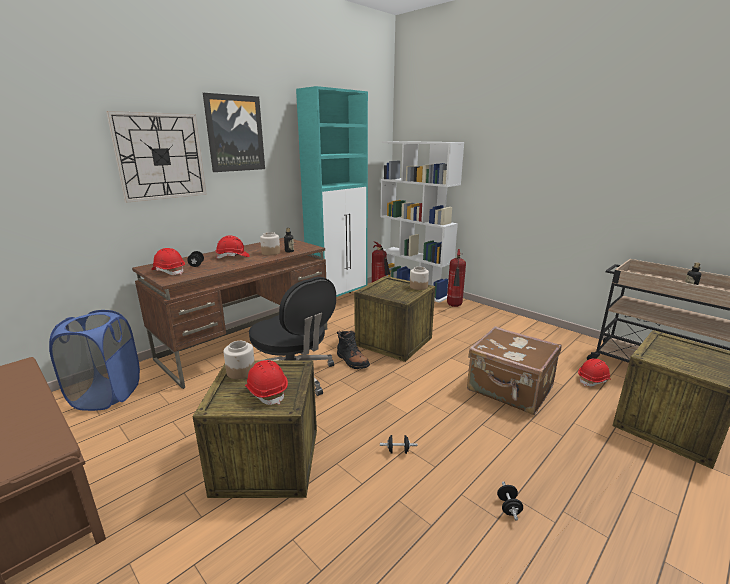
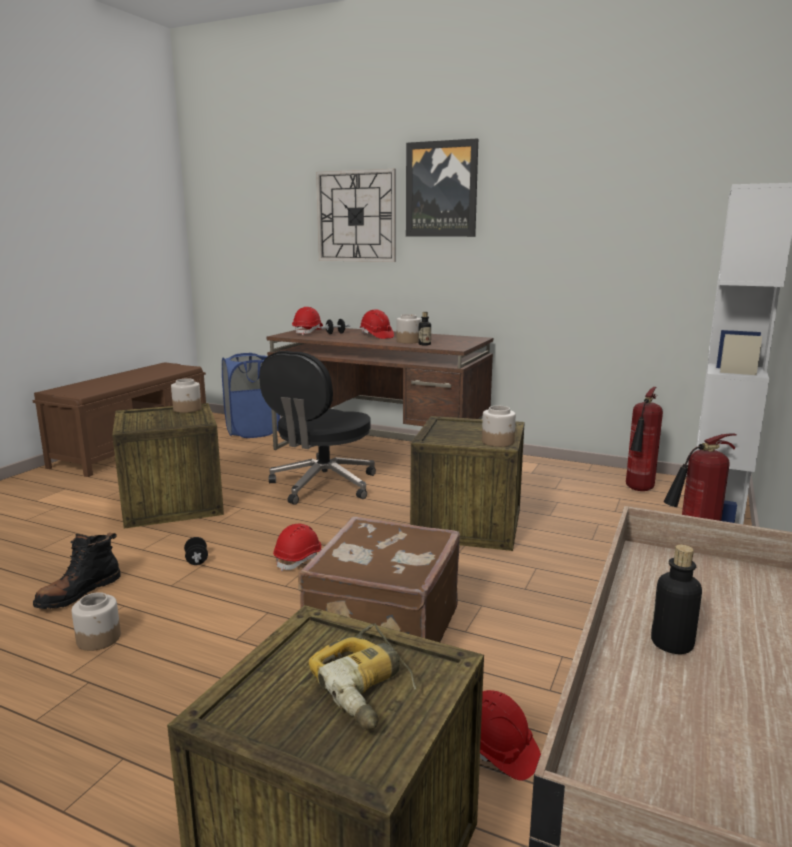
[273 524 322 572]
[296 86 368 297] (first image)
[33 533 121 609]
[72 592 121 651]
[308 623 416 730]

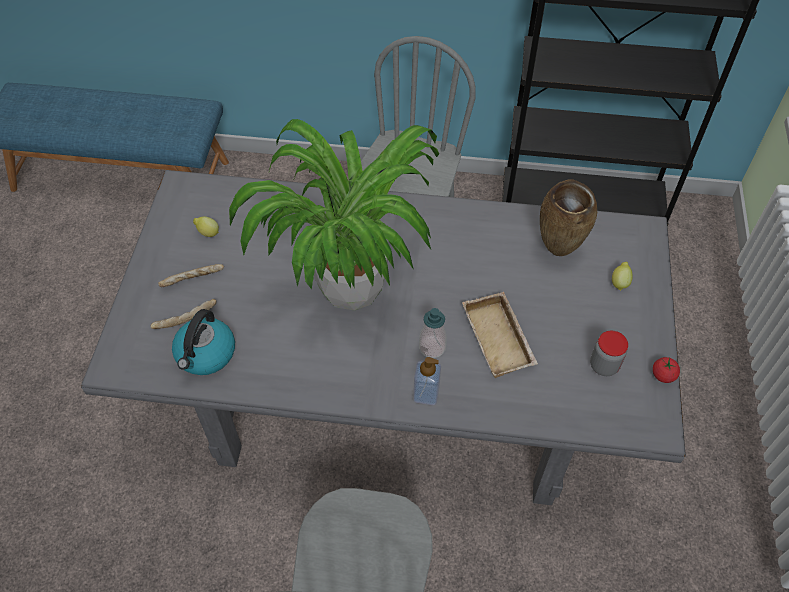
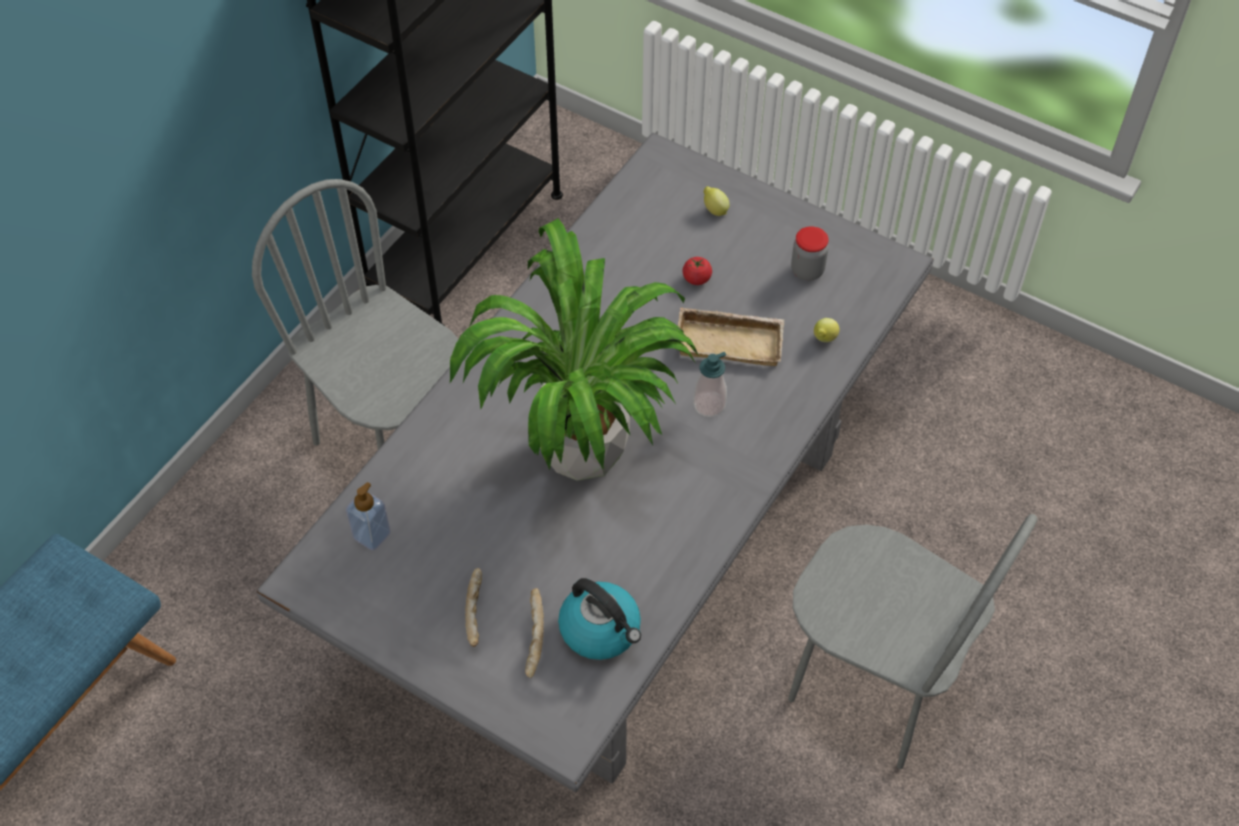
[814 318 840 342]
[346 482 391 551]
[540 179 597 256] (first image)
[683 257 712 285]

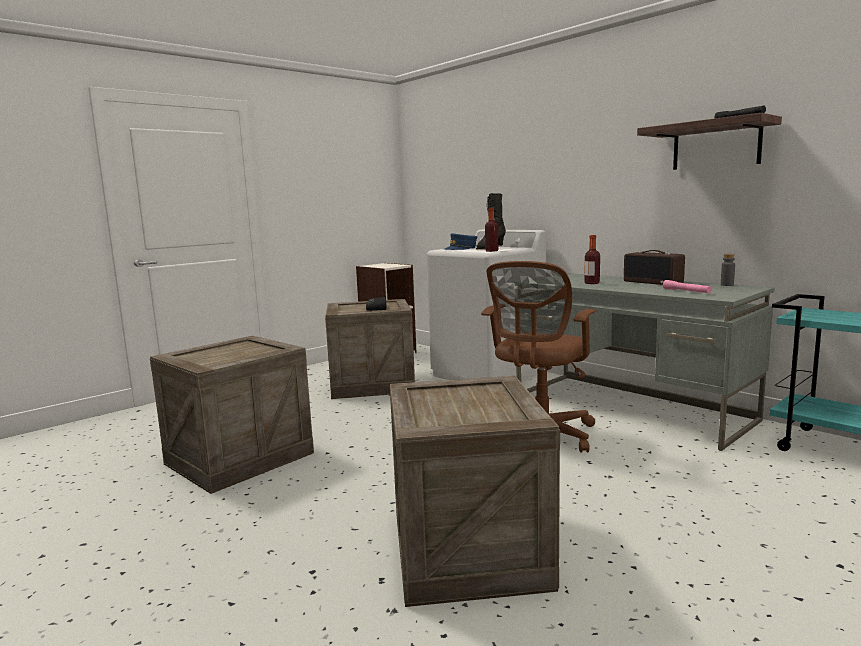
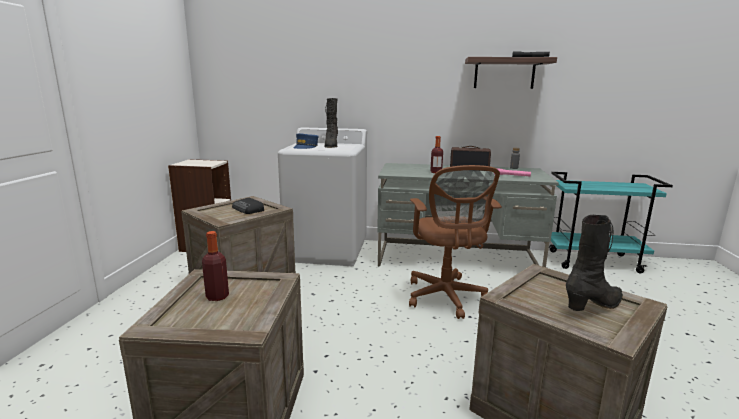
[202 231 229 301]
[566 215 623 311]

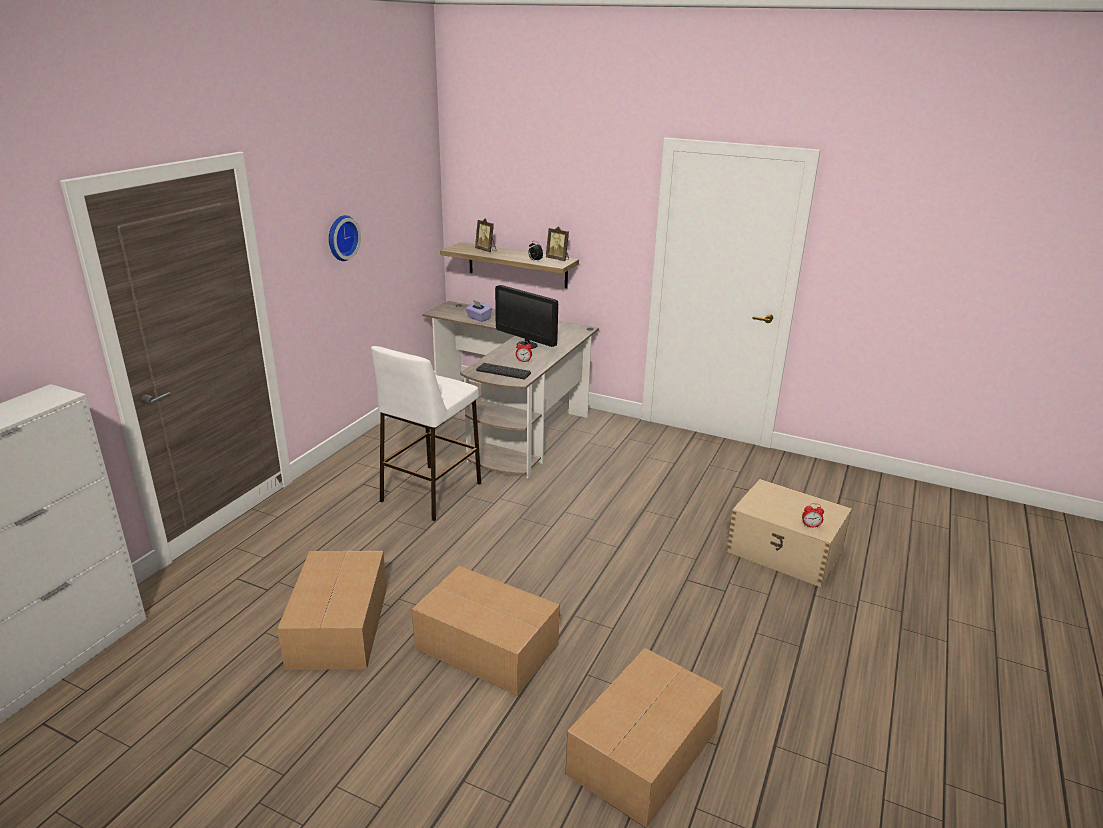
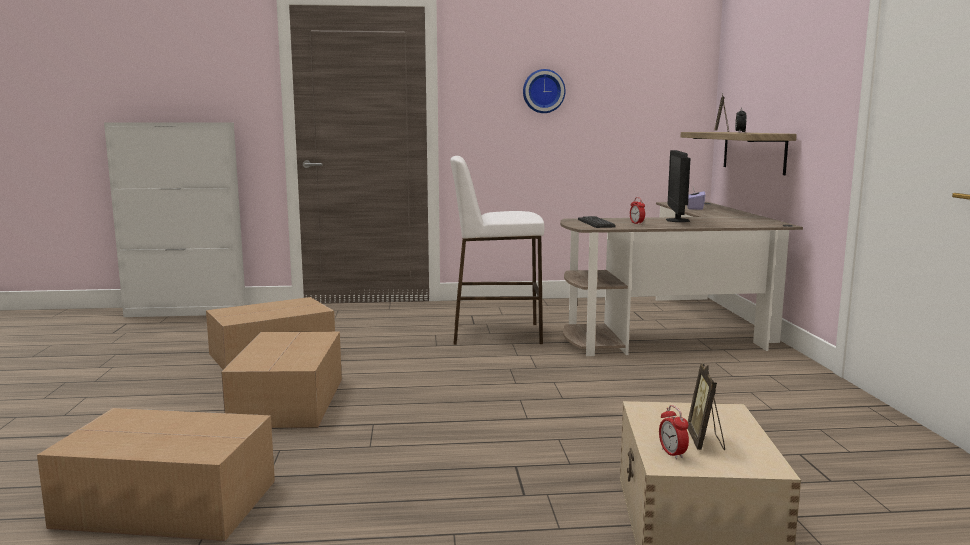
[688 363 725 450]

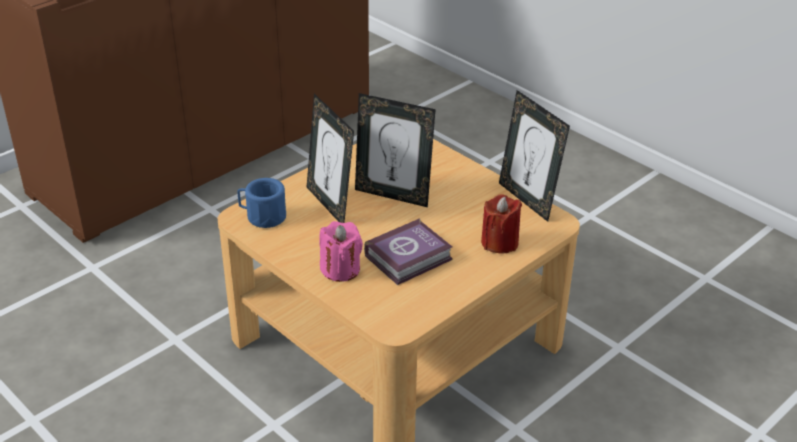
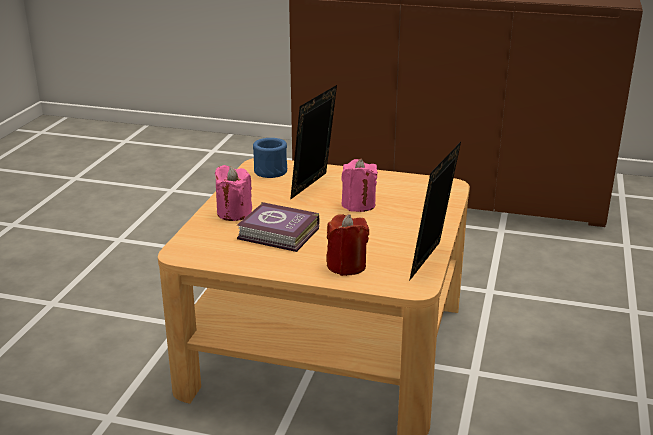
[341 159 378 212]

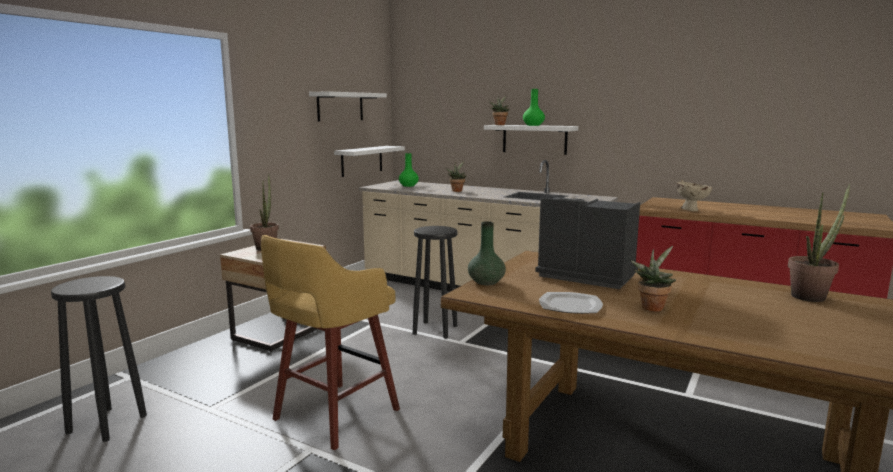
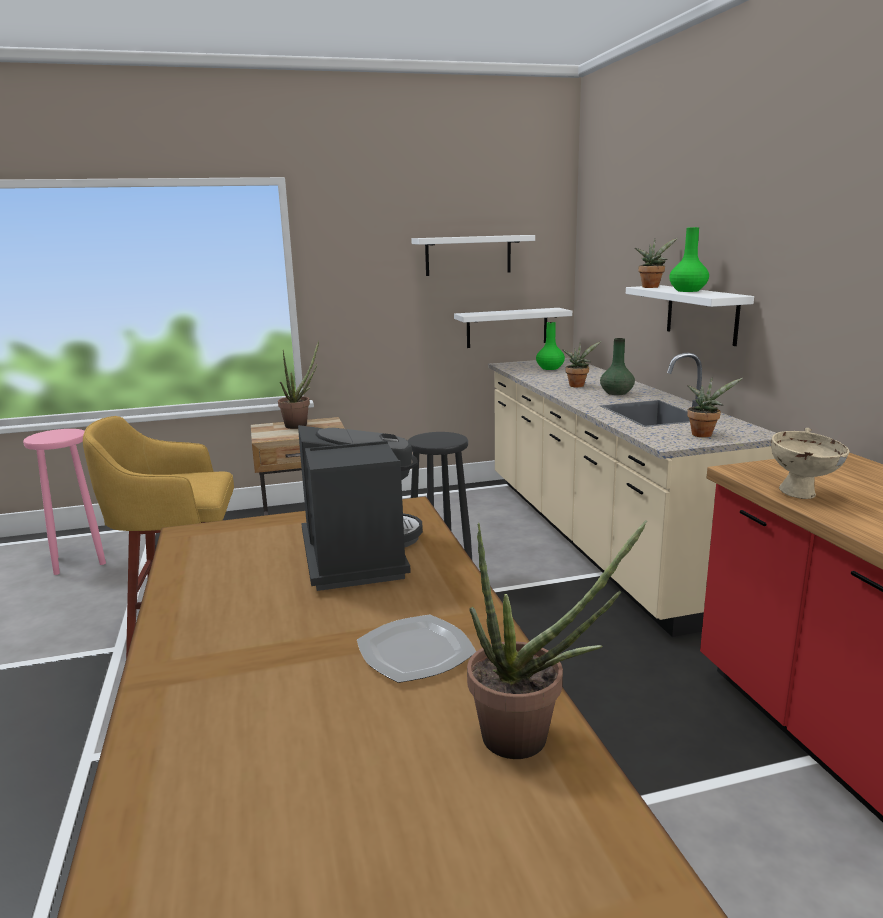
[23 429 106 575]
[600 338 635 395]
[357 615 476 683]
[687 377 743 437]

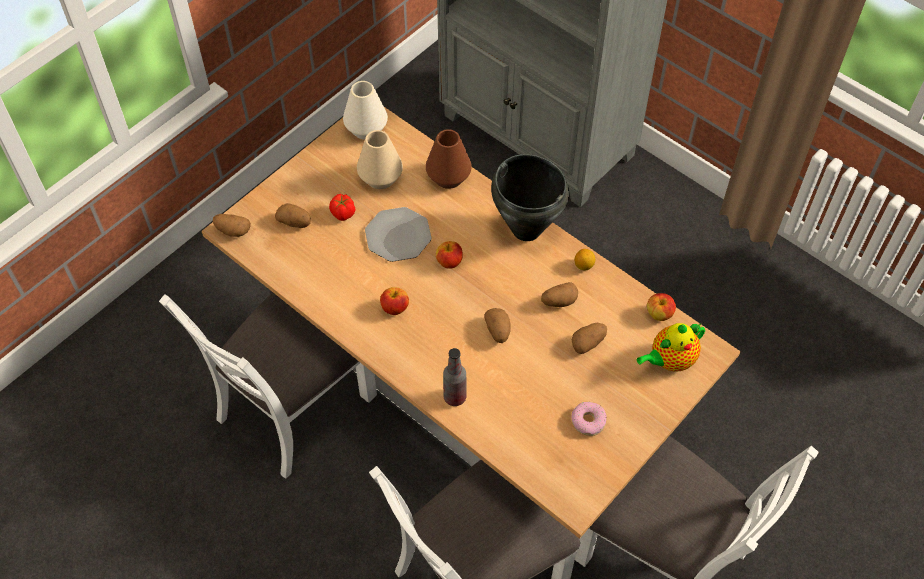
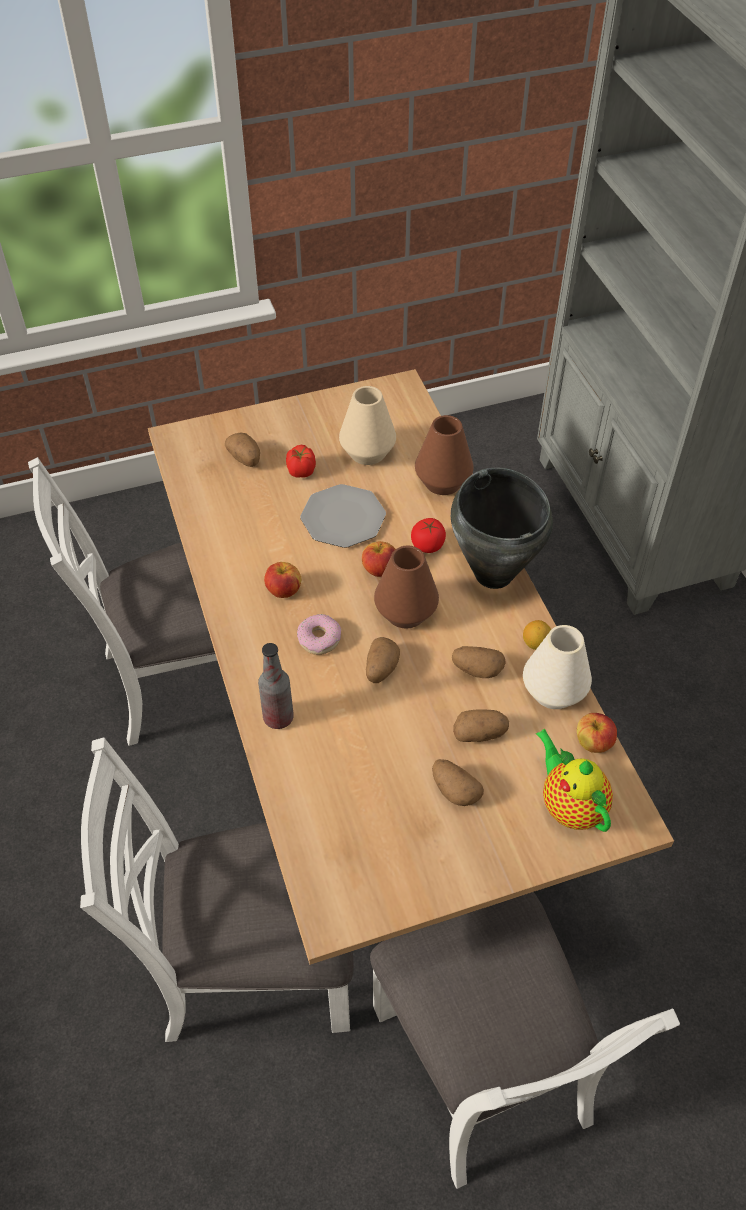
[432 759 484 806]
[523 625 592 709]
[297 614 341 655]
[536 729 613 832]
[374 545 439 628]
[411 518 446 553]

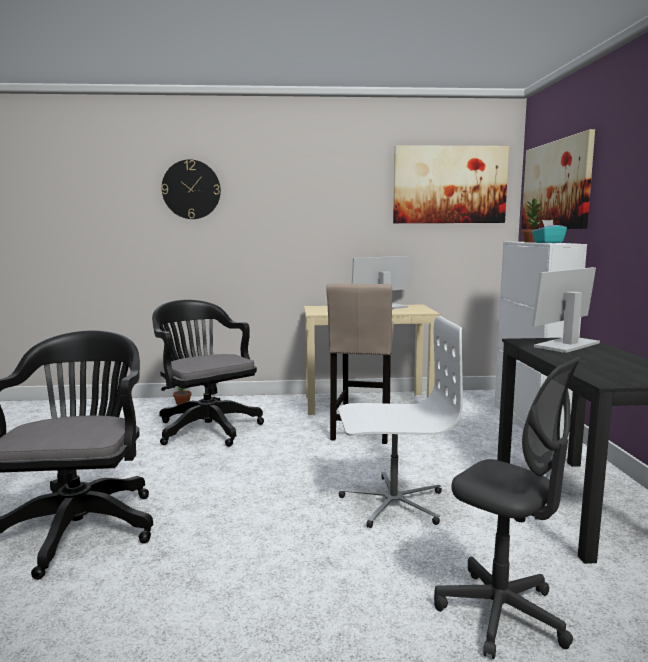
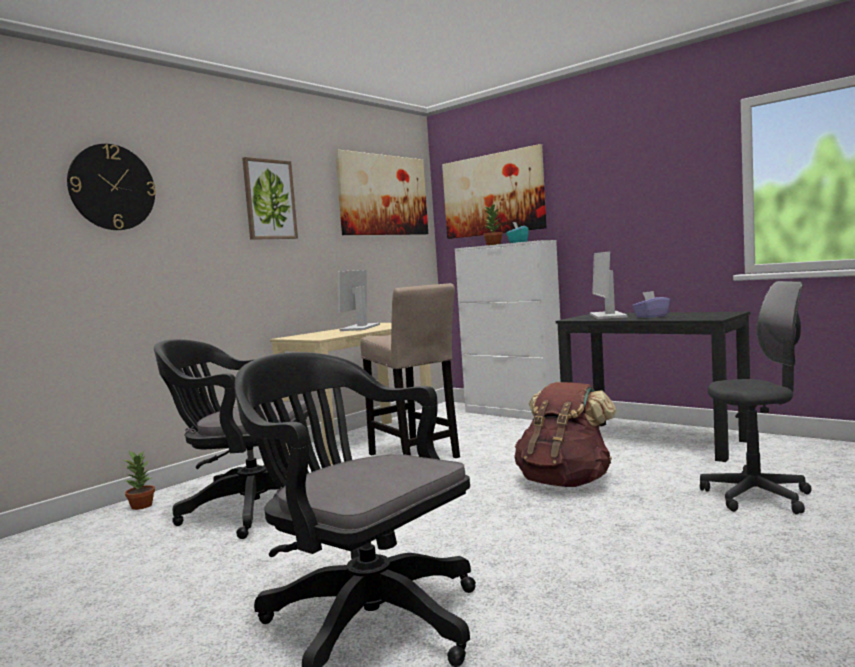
[514 382 616 487]
[242 157 298 240]
[632 291 670 318]

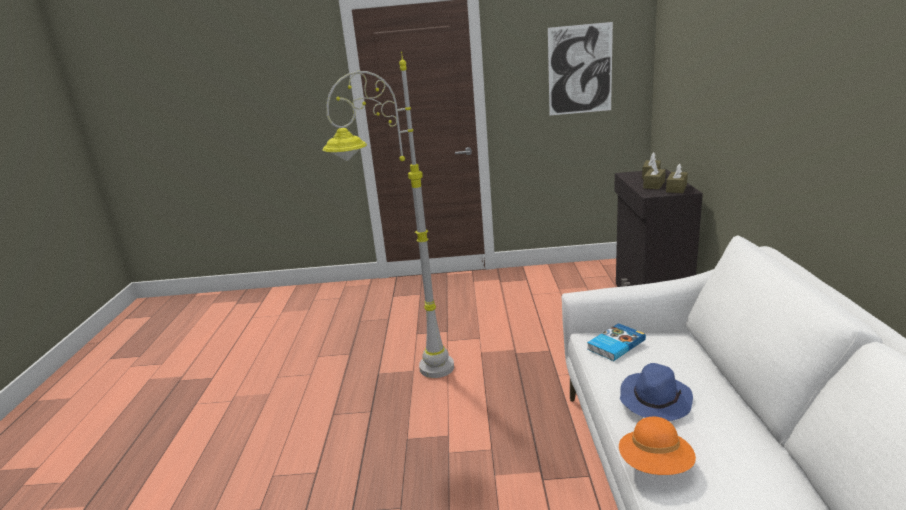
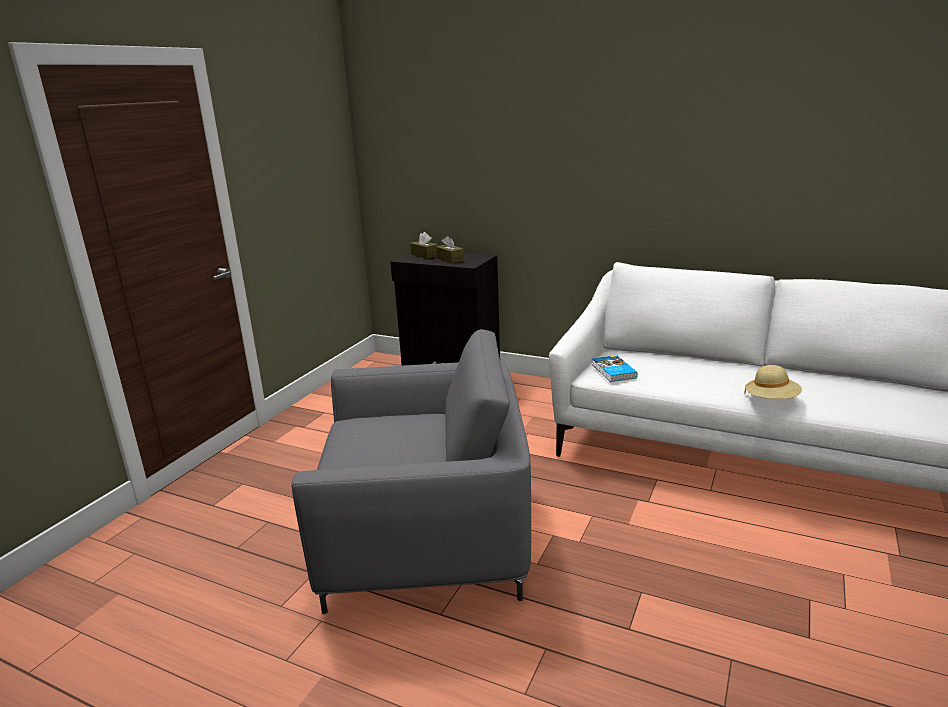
[291 329 531 614]
[548 22 613 115] (first image)
[744 365 802 399]
[620 363 693 421] (first image)
[666 163 688 193] (first image)

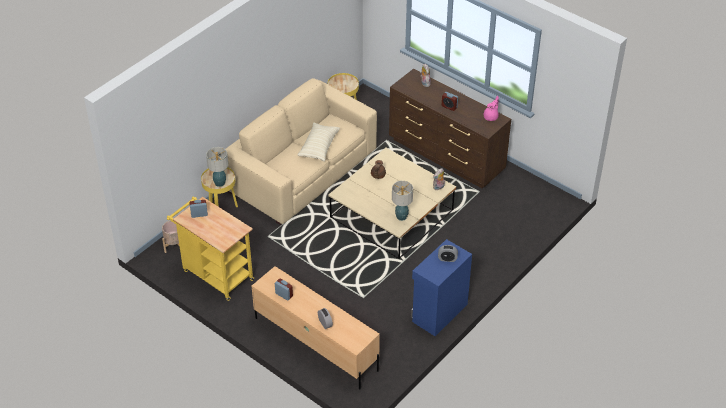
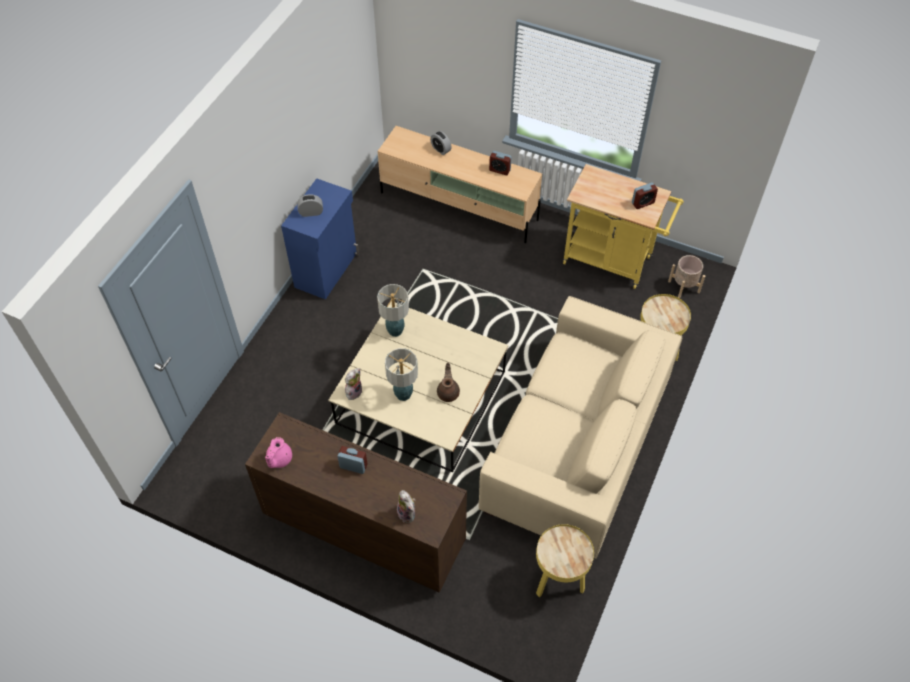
[385 348 418 401]
[297 122 340 162] (first image)

